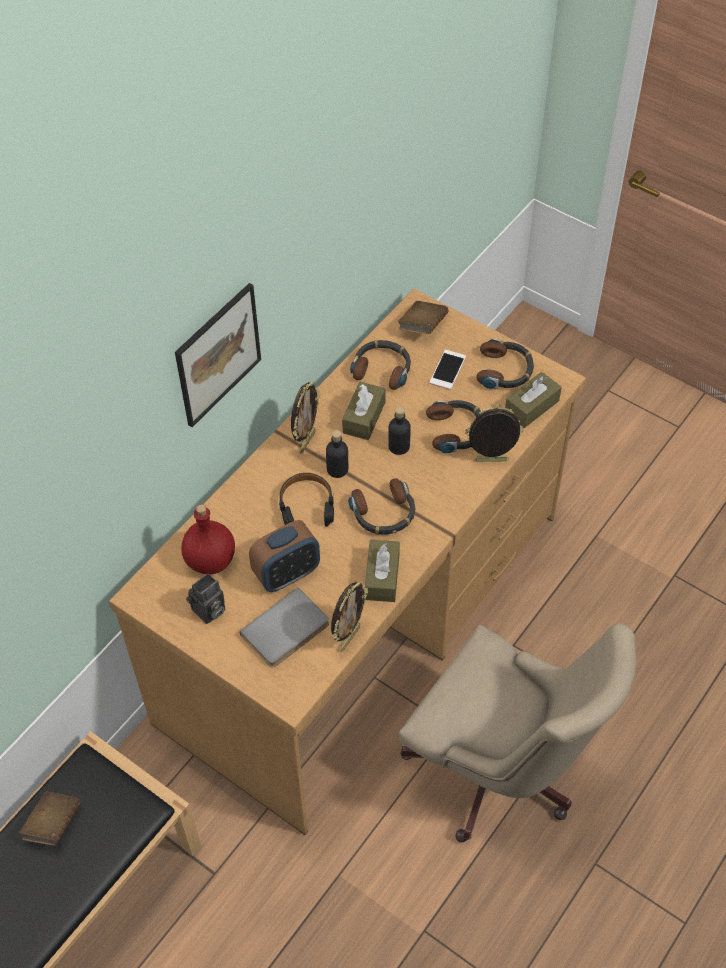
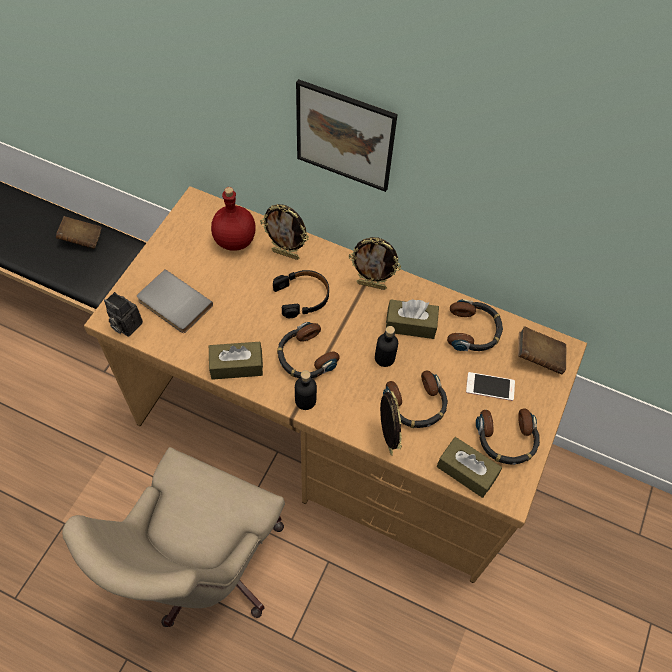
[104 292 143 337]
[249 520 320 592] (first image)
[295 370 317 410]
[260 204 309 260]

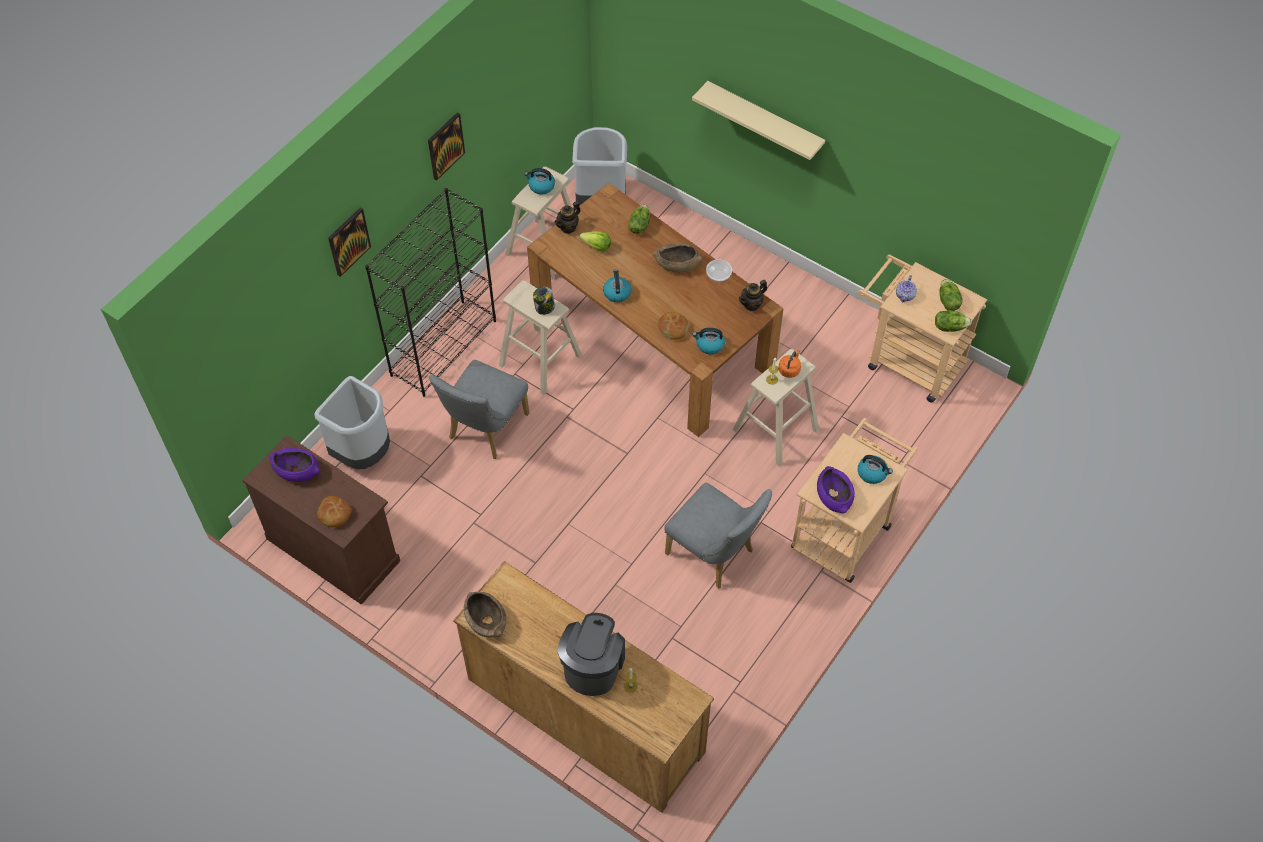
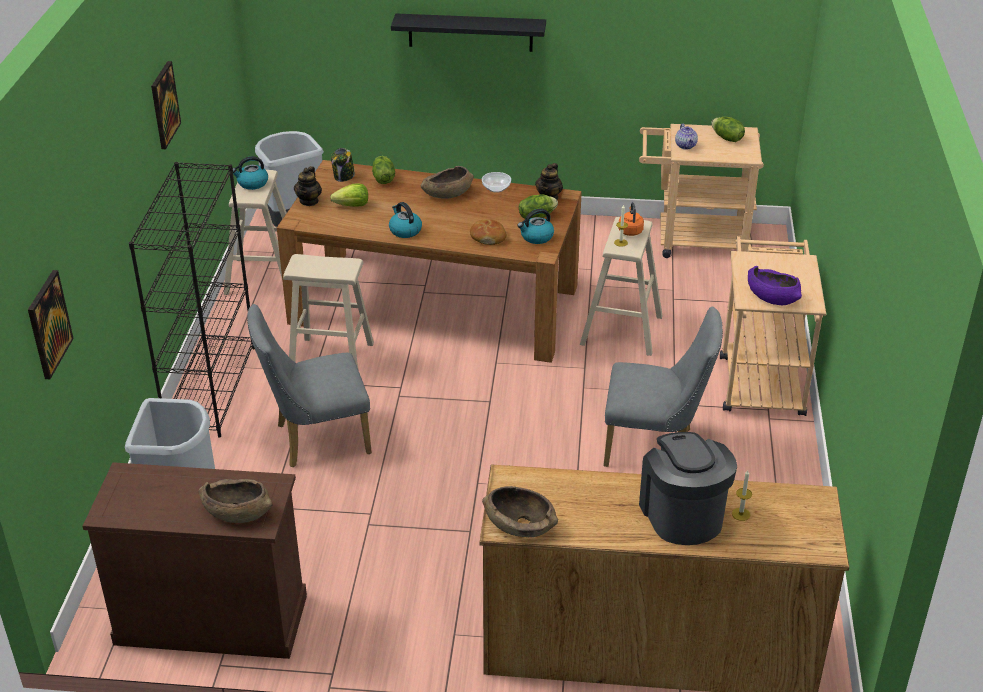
[269 448 320 482] (first image)
[198 479 273 523]
[28 270 74 379]
[247 304 372 467]
[331 148 355 182]
[391 14 546 52]
[858 455 893 484] (first image)
[519 195 558 218]

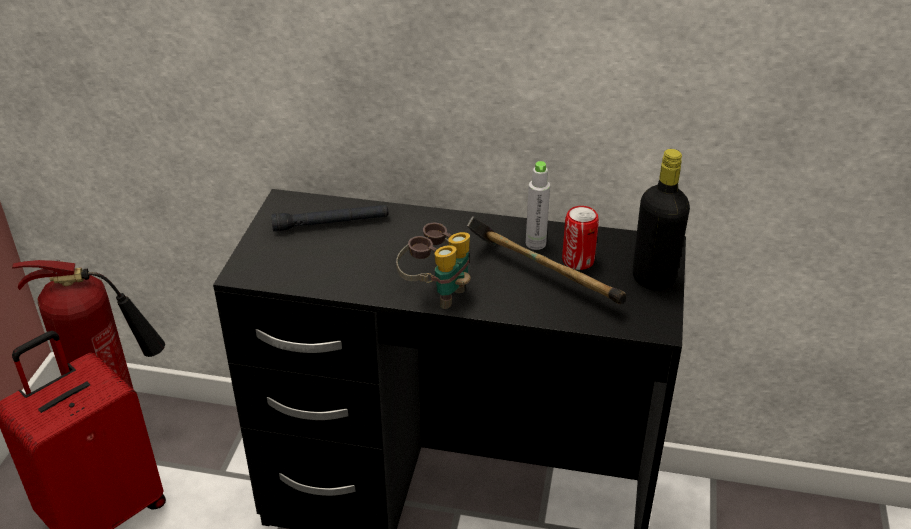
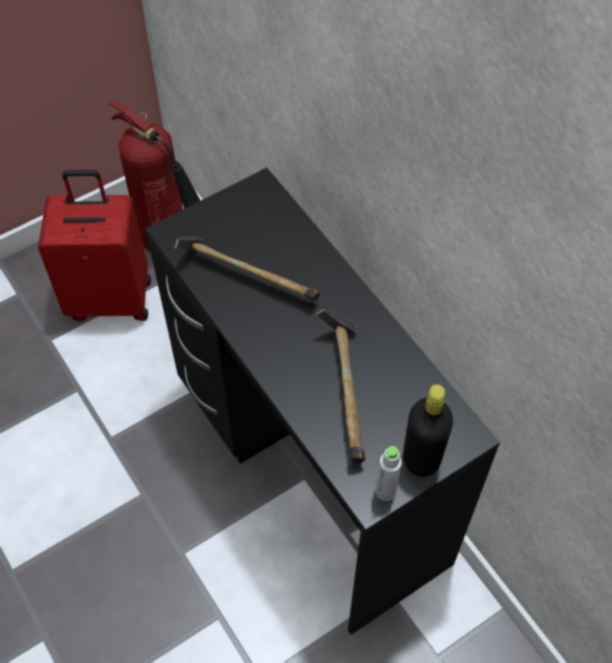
[271 205 388 231] (first image)
[396 223 470 309] (first image)
[375 446 402 501]
[562 206 599 270] (first image)
[174 237 320 301]

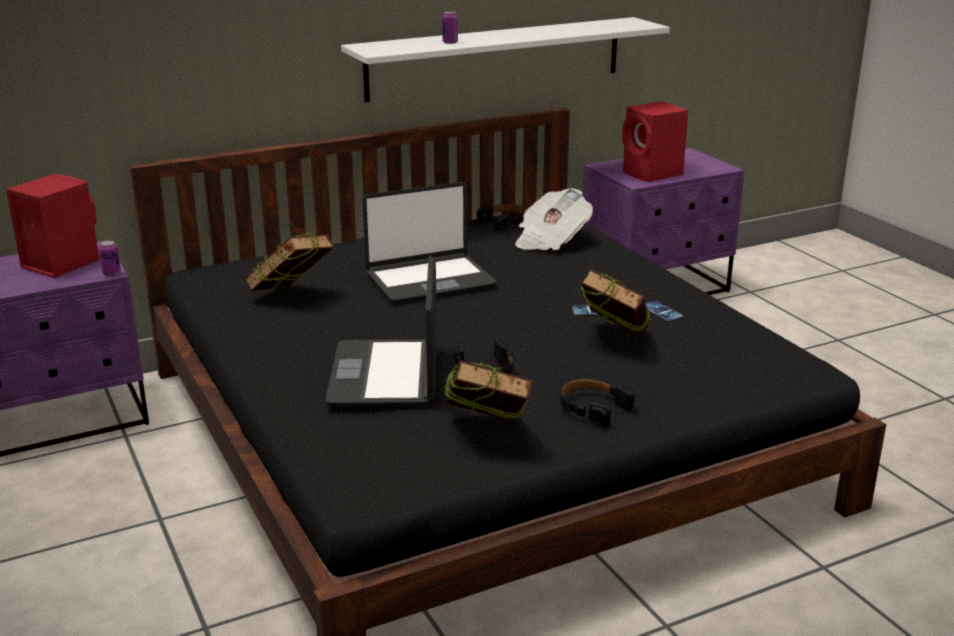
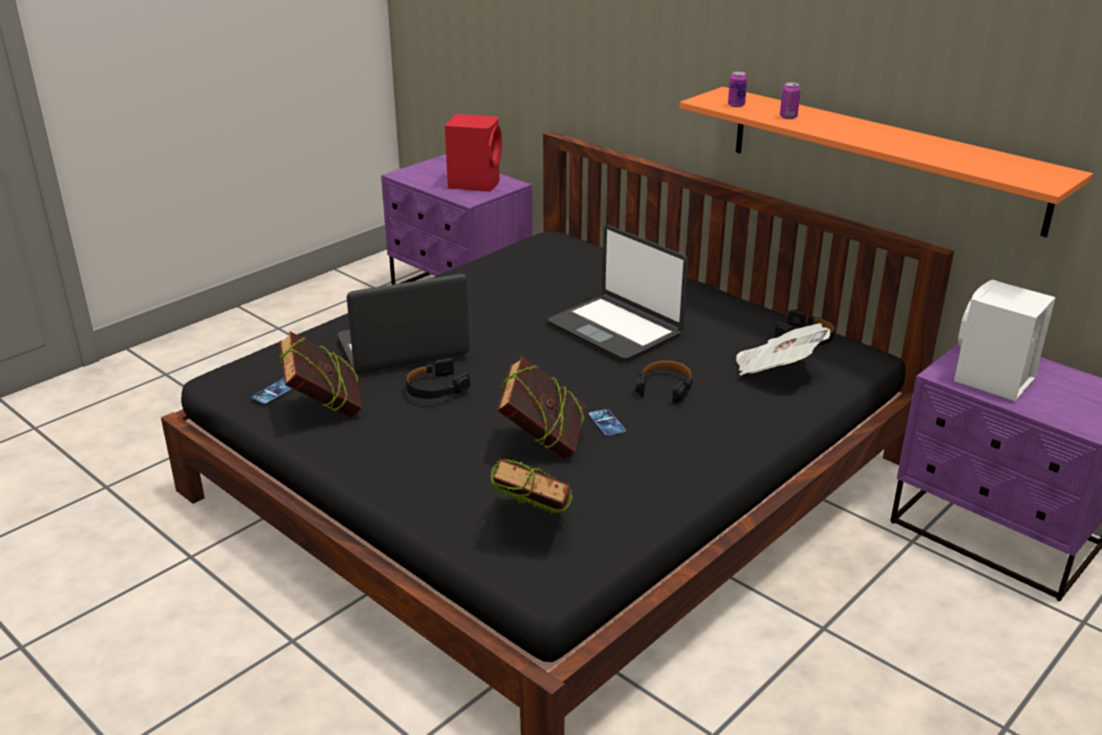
[728 71 747 107]
[491 459 573 514]
[679 87 1093 237]
[636 360 693 404]
[954 279 1056 401]
[252 379 293 404]

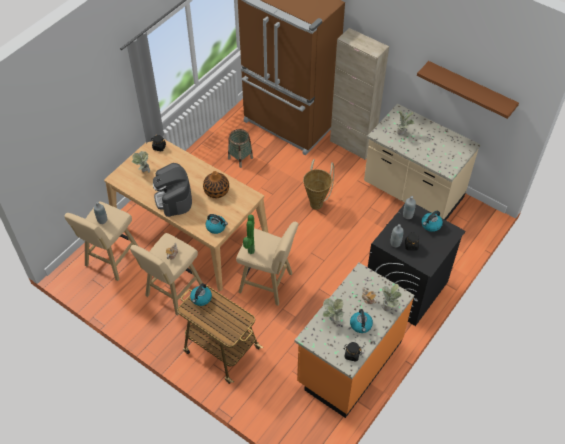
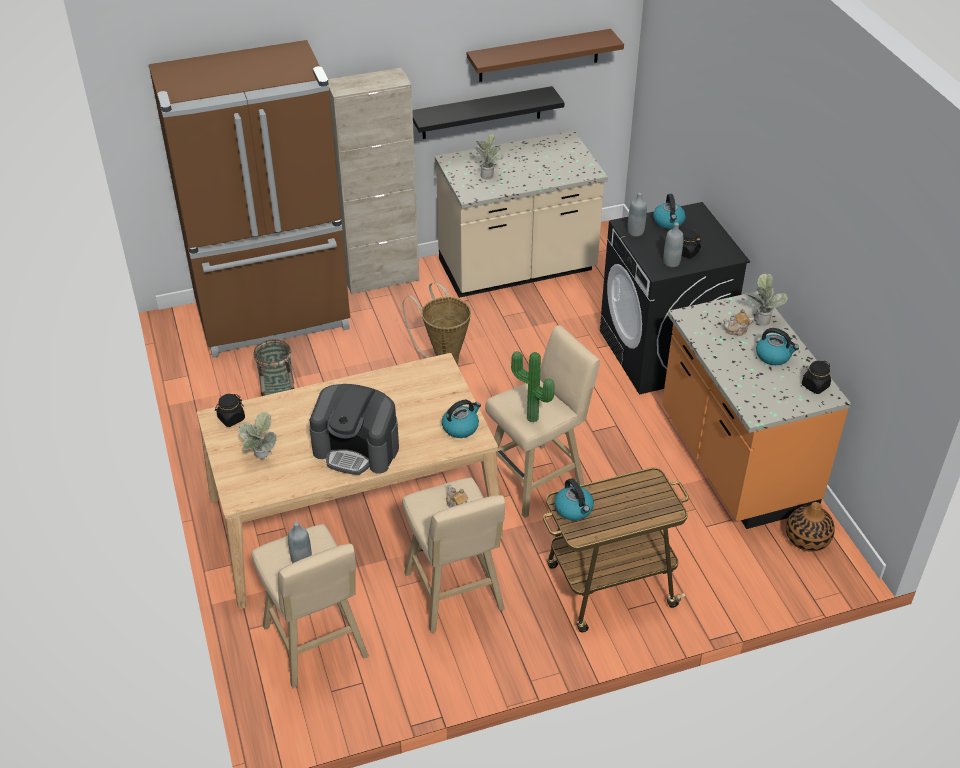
[786 502 835 552]
[323 298 343 321] (first image)
[412 86 565 139]

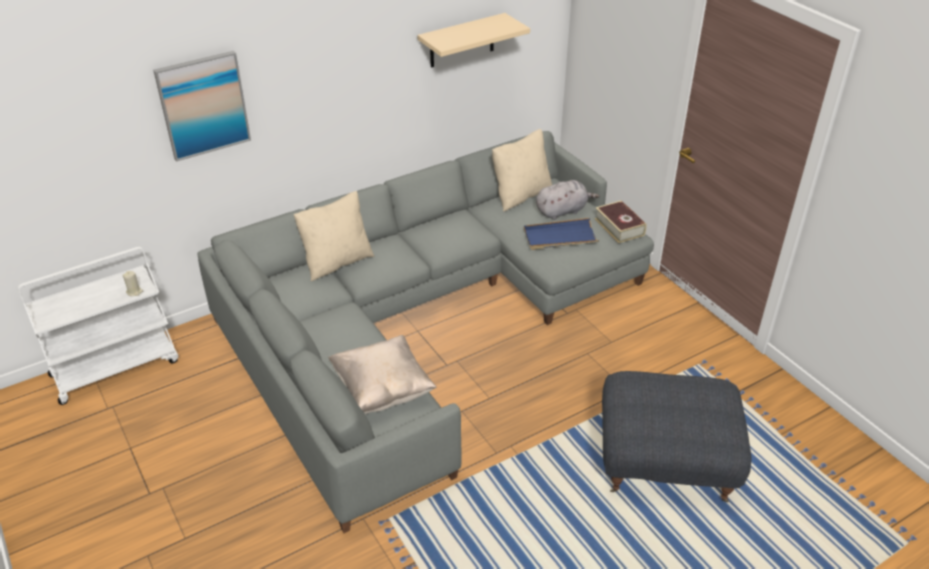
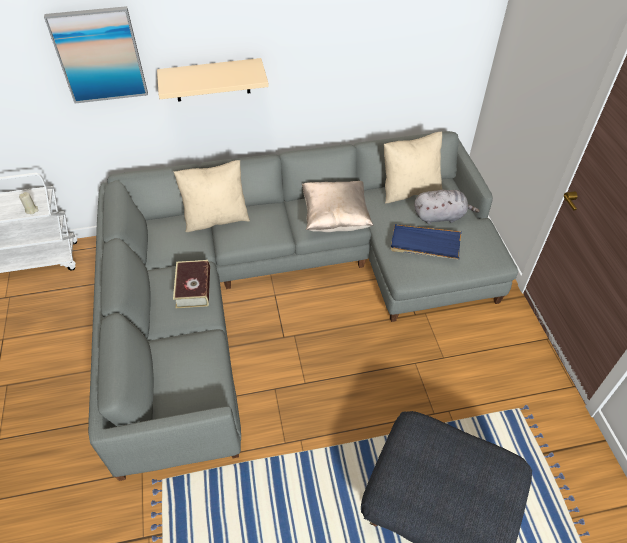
[302 181 373 232]
[157 58 269 102]
[173 260 210 308]

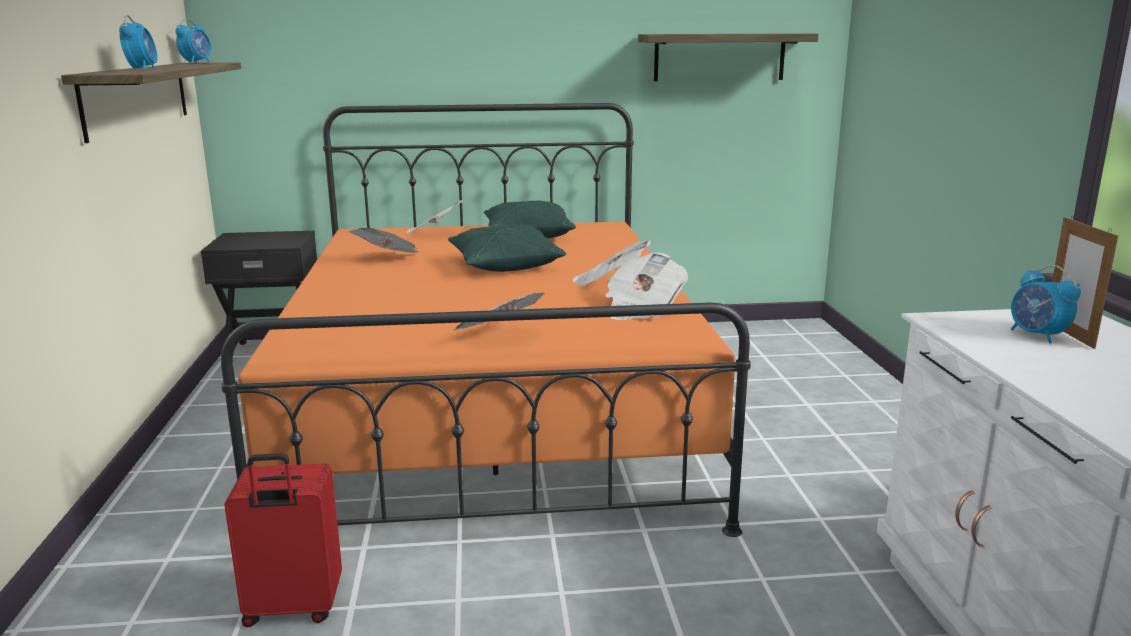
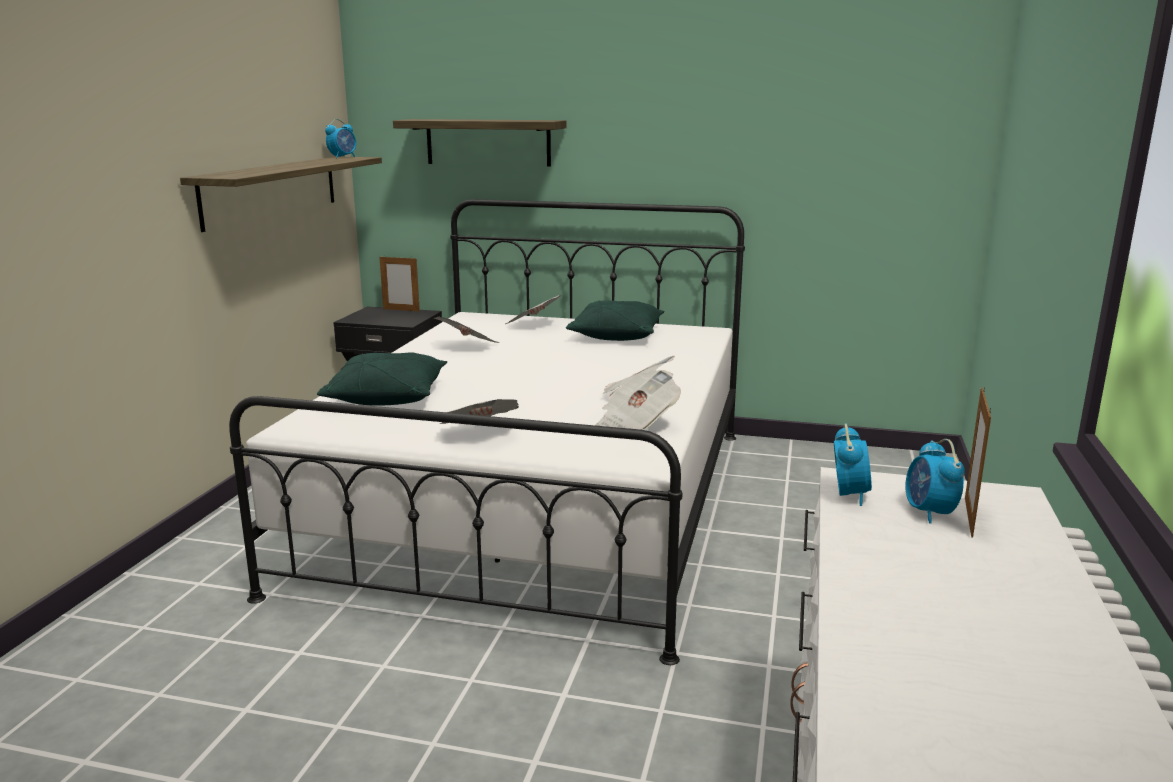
[834 423 872 506]
[229 199 745 665]
[224 453 342 627] (first image)
[317 353 447 405]
[393 119 567 166]
[379 256 420 311]

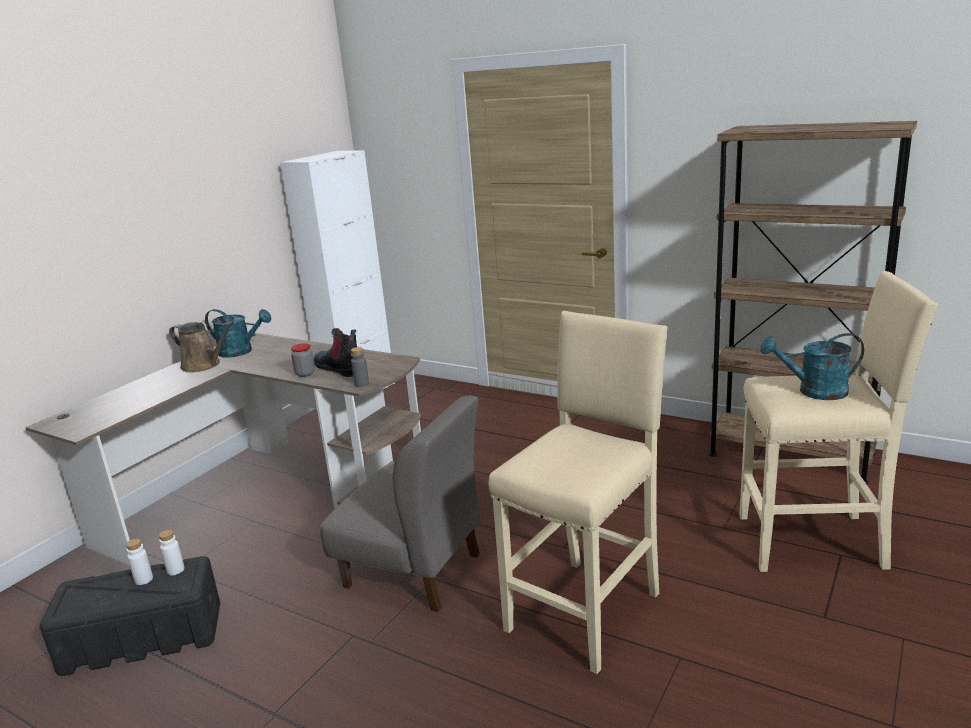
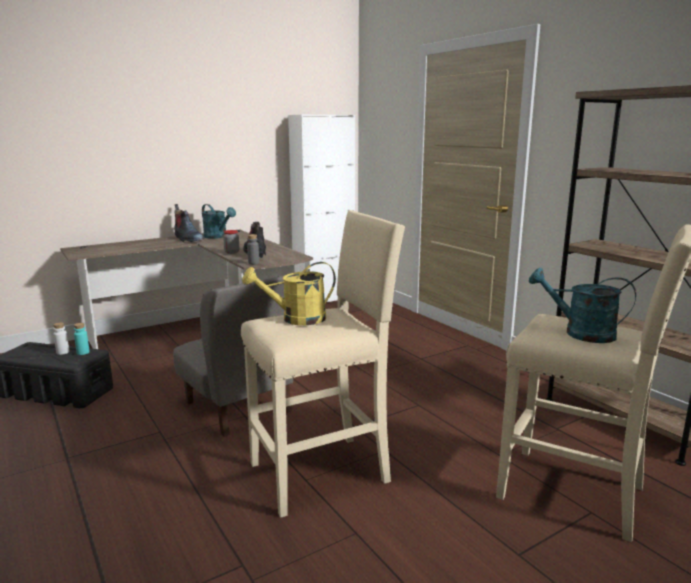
[74 323 90 355]
[174 204 204 242]
[242 262 336 325]

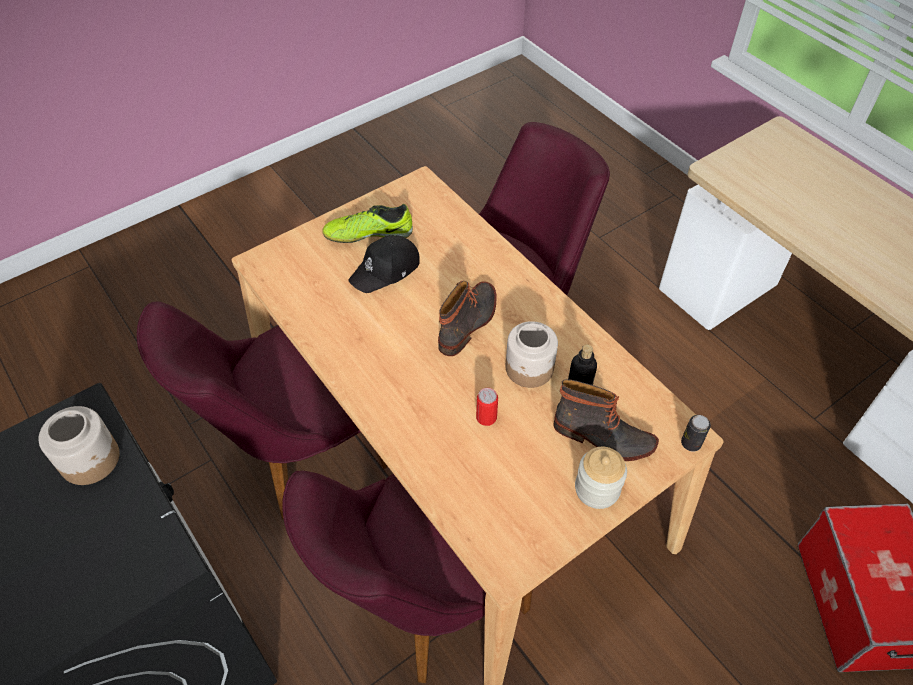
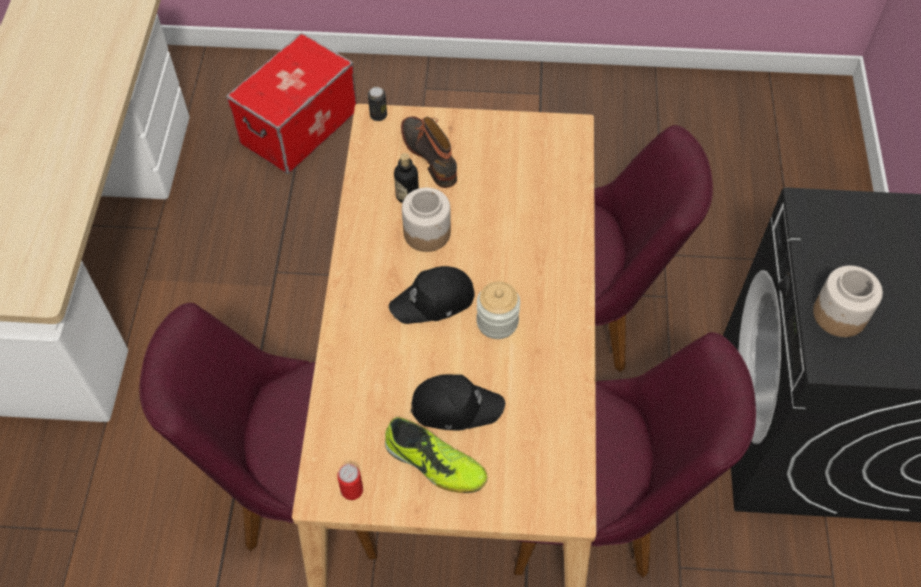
[389 266 475 324]
[337 464 363 500]
[476 282 520 339]

